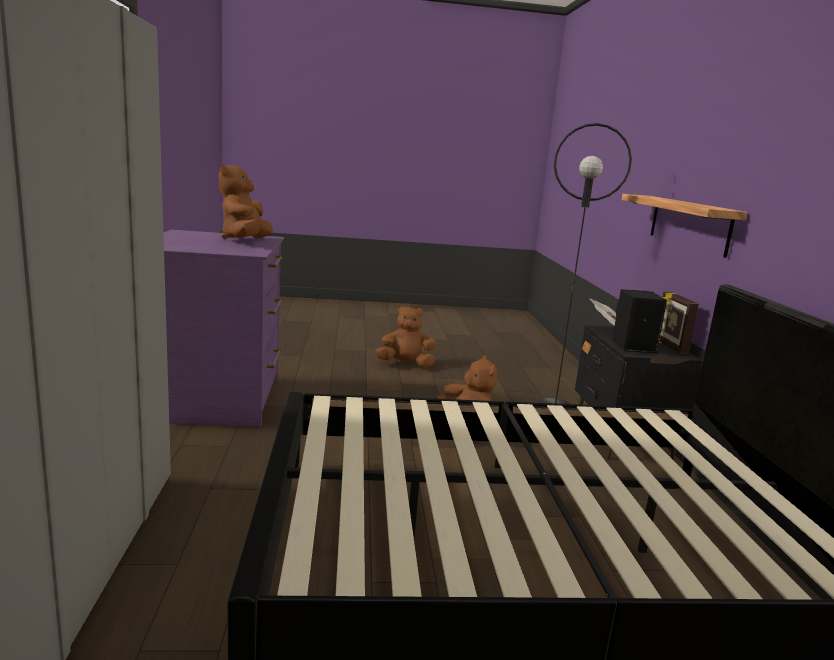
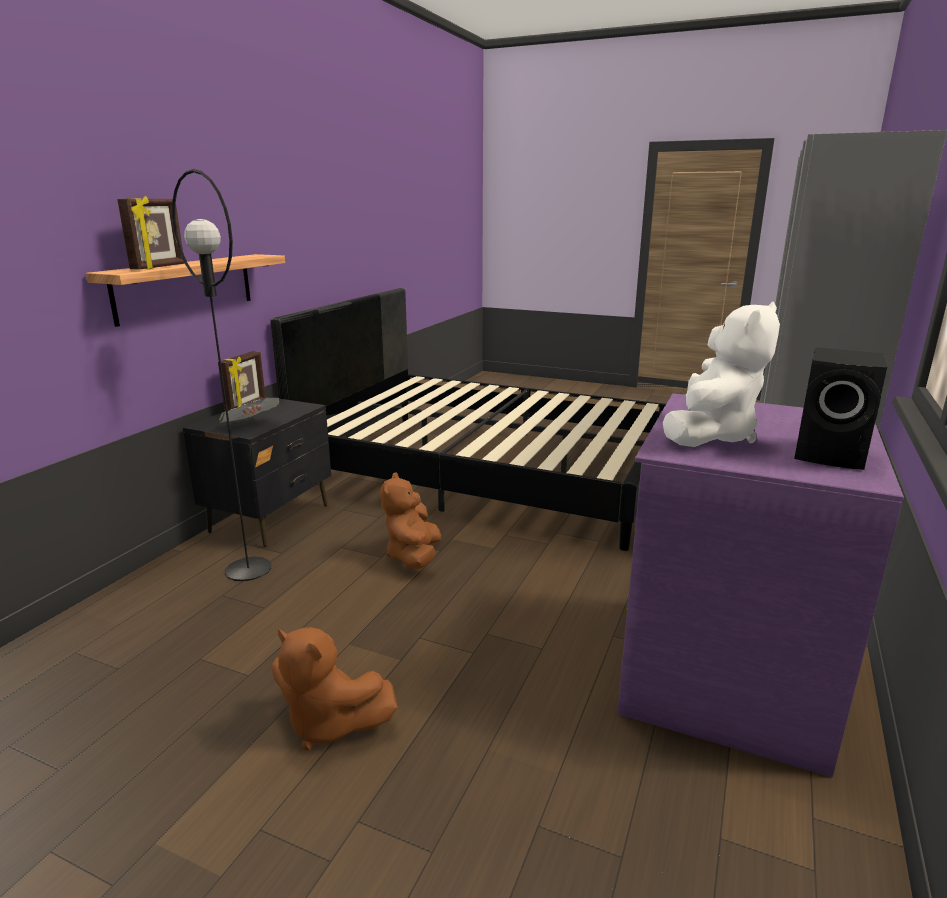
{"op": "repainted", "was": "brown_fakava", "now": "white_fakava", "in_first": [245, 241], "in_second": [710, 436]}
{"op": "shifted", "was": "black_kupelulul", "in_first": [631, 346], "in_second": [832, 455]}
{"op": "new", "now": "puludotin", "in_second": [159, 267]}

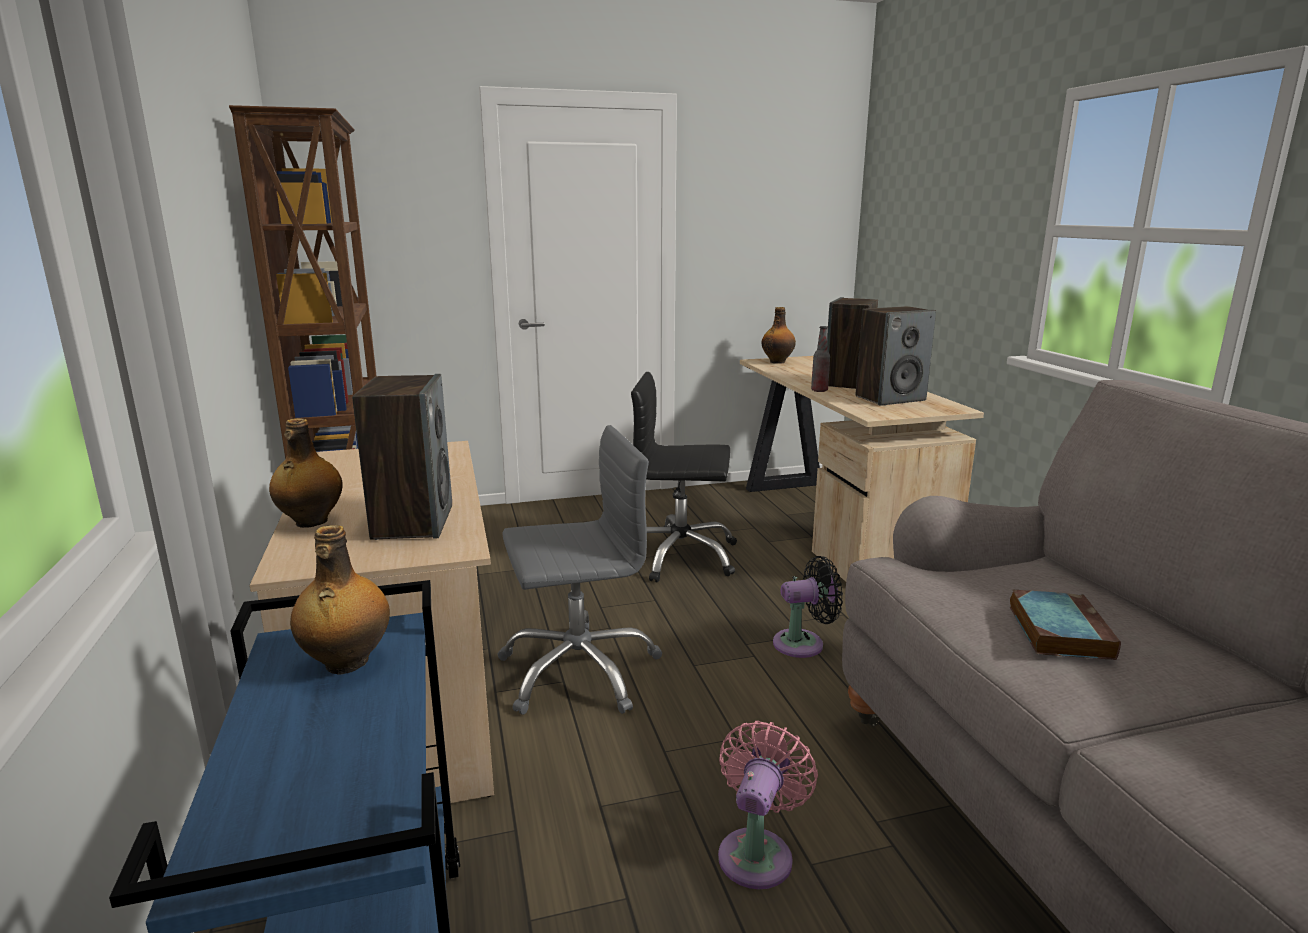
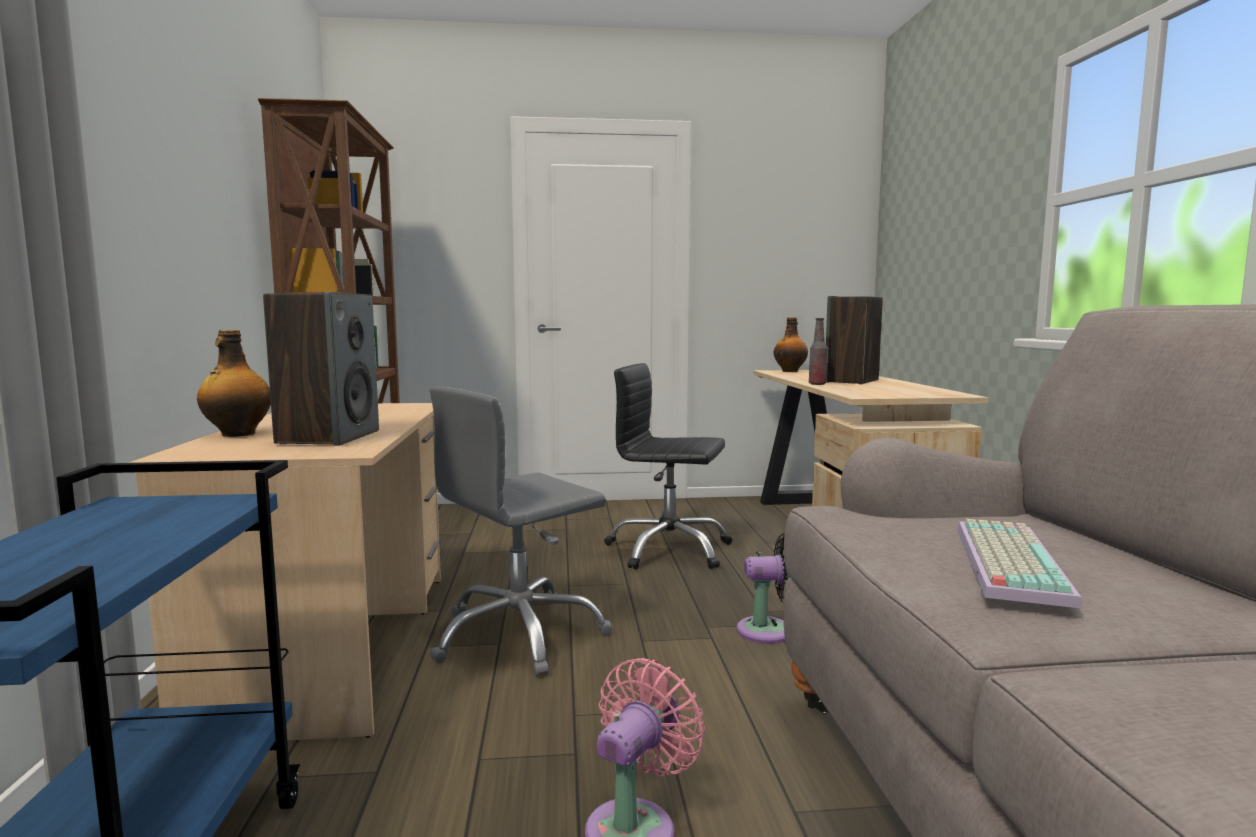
{"op": "gone", "was": "kupelulul", "in_first": [890, 398]}
{"op": "rotated", "was": "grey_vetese", "in_first": [579, 670], "in_second": [519, 635], "clockwise": 150}
{"op": "gone", "was": "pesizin", "in_first": [346, 663]}
{"op": "swapped", "was": "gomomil", "now": "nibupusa", "in_first": [1057, 630], "in_second": [1004, 561]}

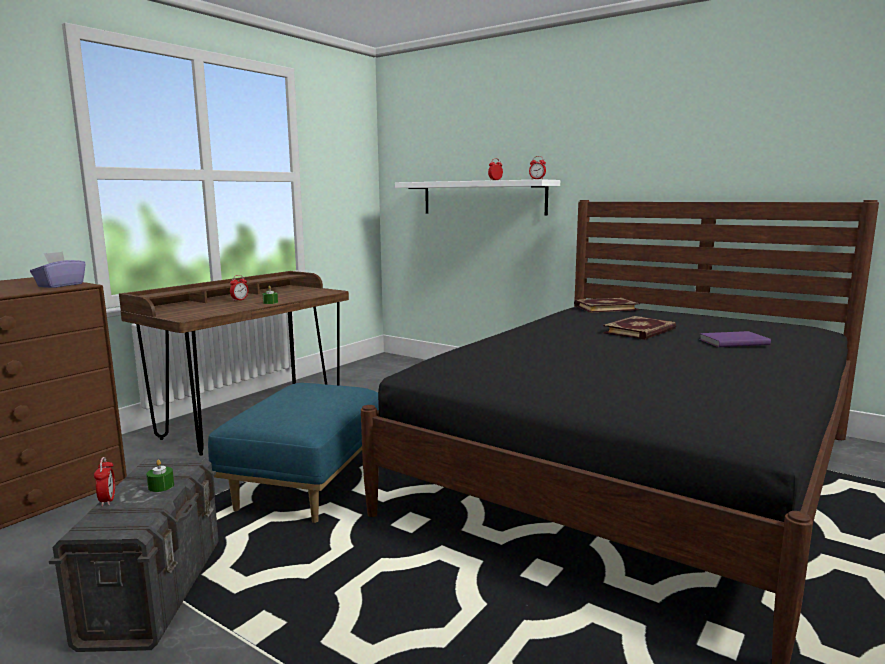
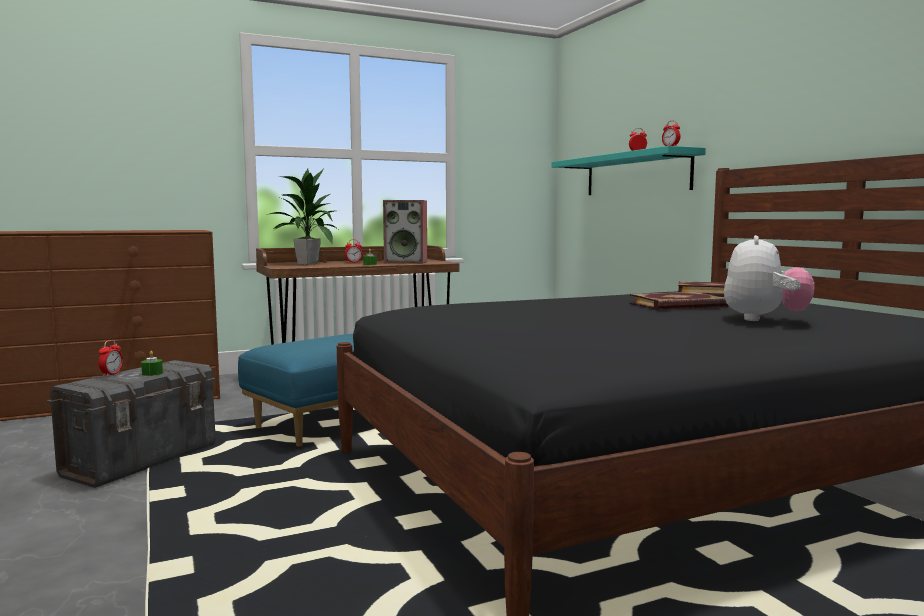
{"op": "repainted", "was": "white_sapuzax", "now": "turquoise_sapuzax", "in_first": [483, 198], "in_second": [636, 174]}
{"op": "gone", "was": "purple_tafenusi", "in_first": [60, 285]}
{"op": "swapped", "was": "purple_gomomil", "now": "fakava", "in_first": [732, 342], "in_second": [764, 319]}
{"op": "new", "now": "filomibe", "in_second": [306, 264]}
{"op": "new", "now": "kupelulul", "in_second": [406, 262]}

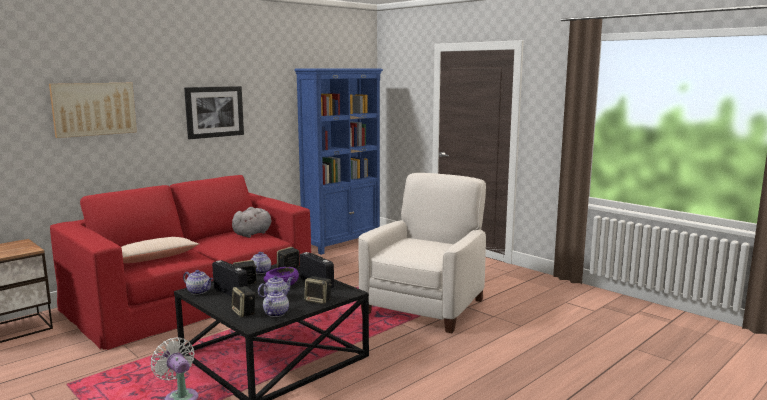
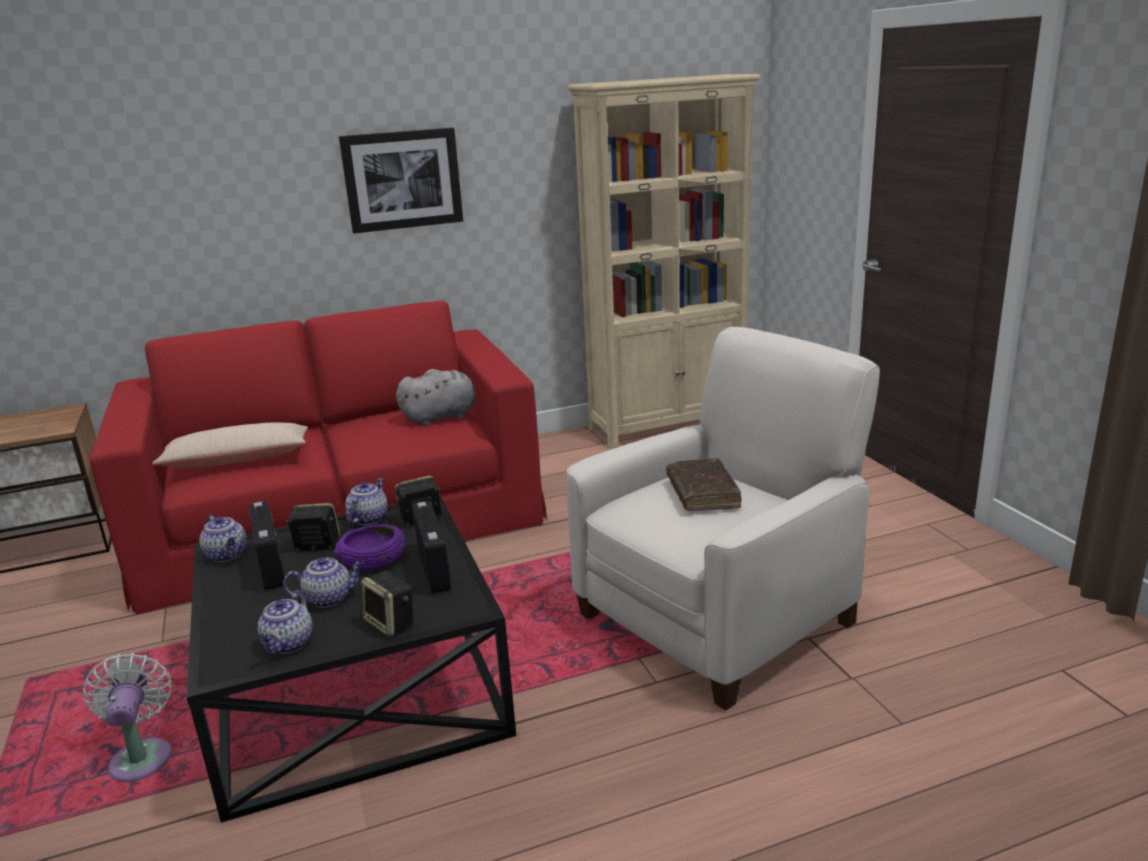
{"op": "repainted", "was": "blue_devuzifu", "now": "beige_devuzifu", "in_first": [342, 243], "in_second": [668, 425]}
{"op": "gone", "was": "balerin", "in_first": [94, 109]}
{"op": "gone", "was": "kupelulul", "in_first": [244, 312]}
{"op": "rotated", "was": "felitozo", "in_first": [276, 313], "in_second": [288, 644], "clockwise": 150}
{"op": "new", "now": "brown_gomomil", "in_second": [702, 493]}

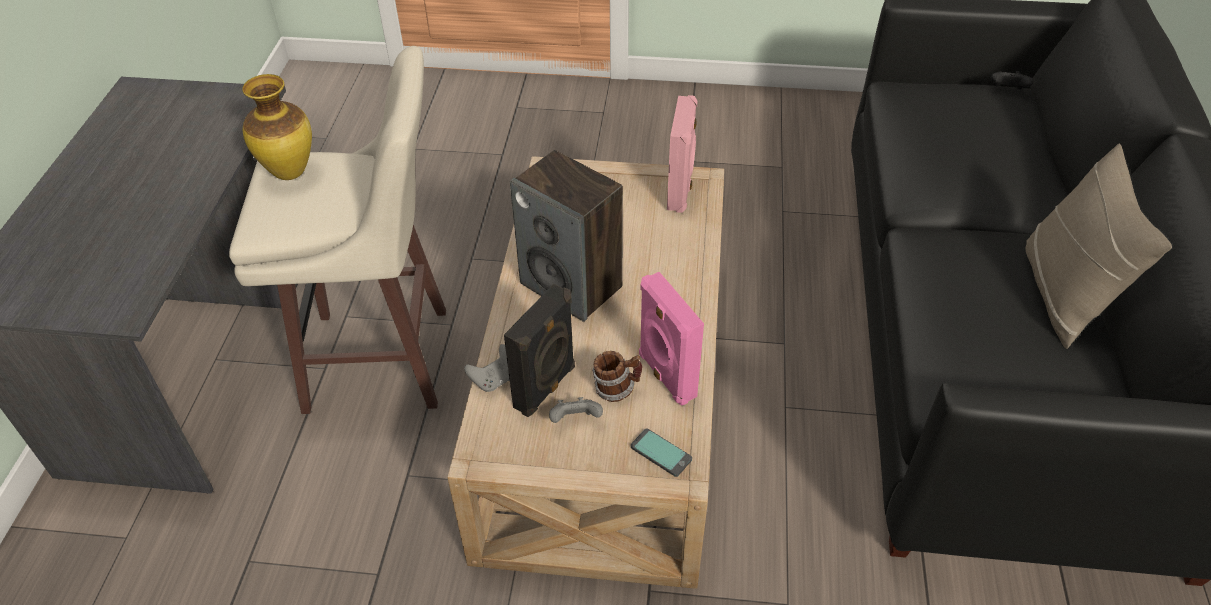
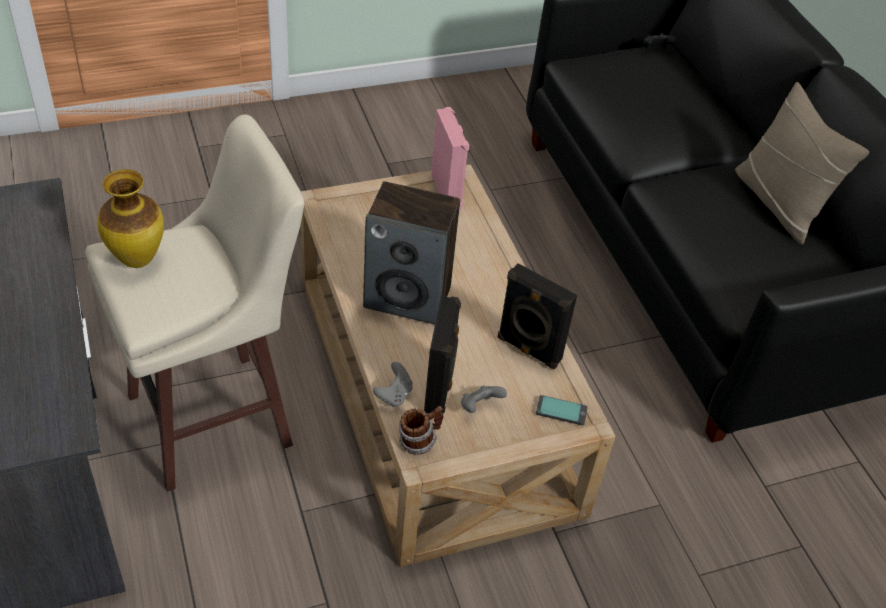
{"op": "repainted", "was": "pink_kupelulul", "now": "black_kupelulul", "in_first": [665, 376], "in_second": [528, 350]}
{"op": "shifted", "was": "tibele", "in_first": [617, 389], "in_second": [419, 441]}

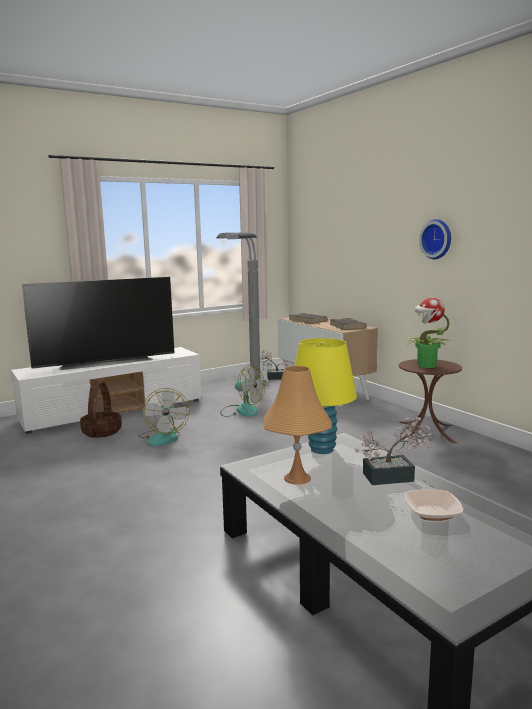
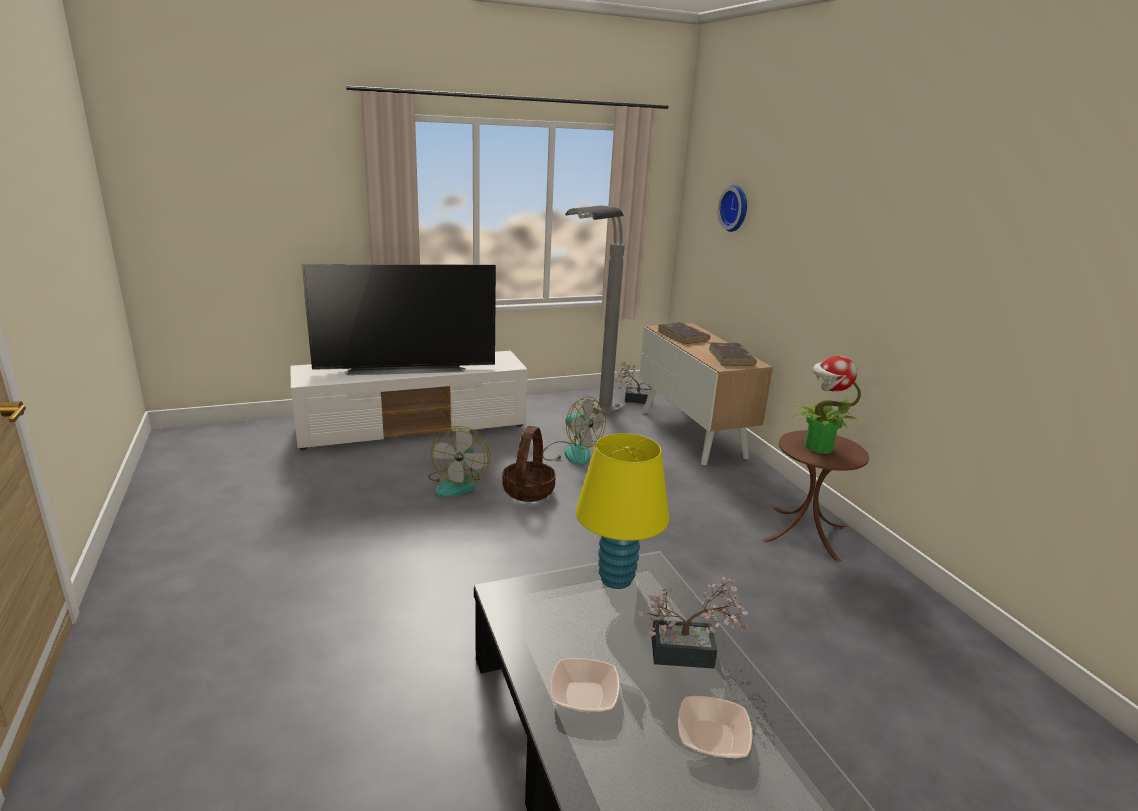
{"op": "shifted", "was": "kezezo", "in_first": [437, 239], "in_second": [736, 208]}
{"op": "gone", "was": "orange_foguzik", "in_first": [297, 478]}
{"op": "shifted", "was": "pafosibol", "in_first": [101, 431], "in_second": [528, 490]}
{"op": "new", "now": "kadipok", "in_second": [584, 695]}

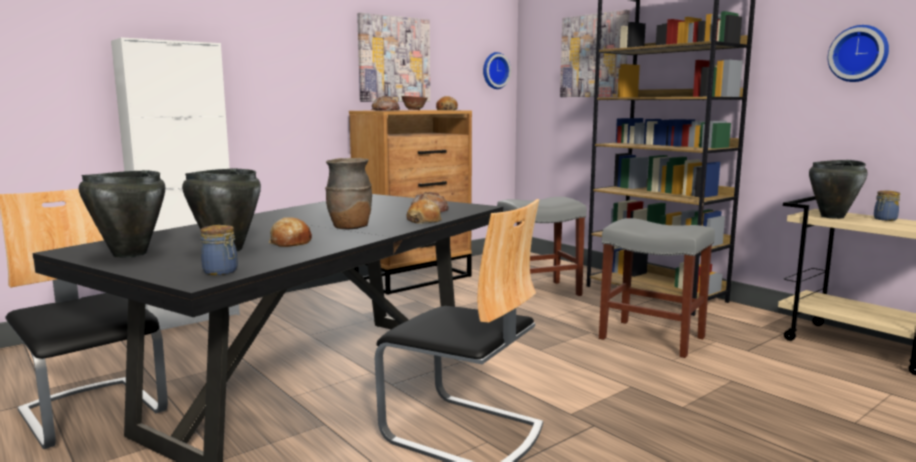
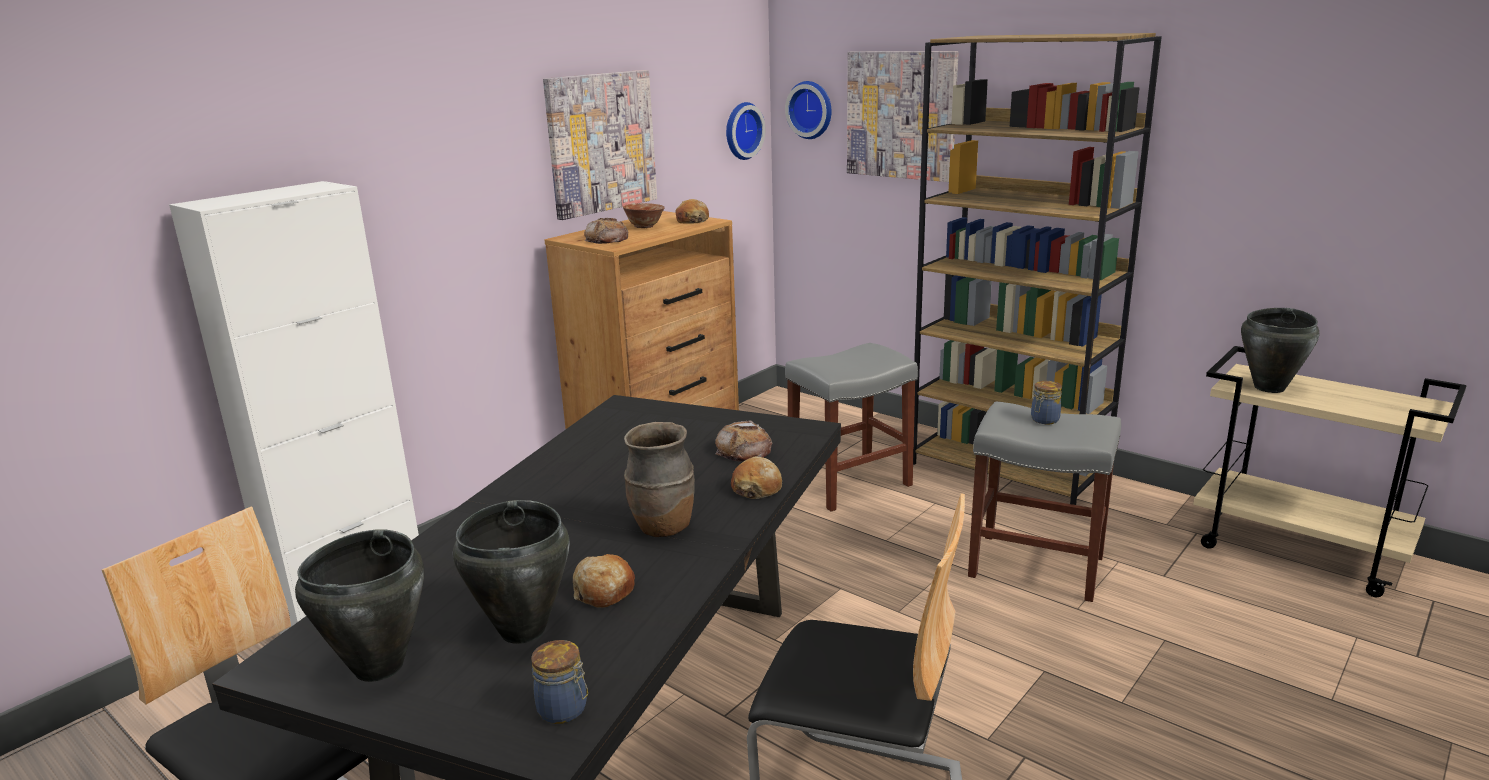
{"op": "shifted", "was": "kezezo", "in_first": [859, 53], "in_second": [811, 109]}
{"op": "shifted", "was": "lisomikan", "in_first": [884, 219], "in_second": [1044, 420]}

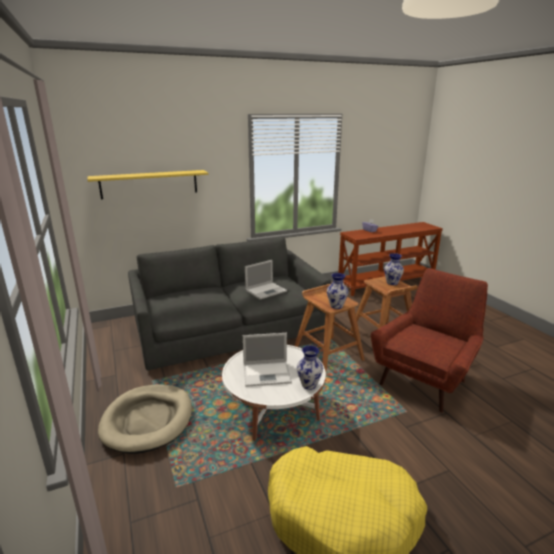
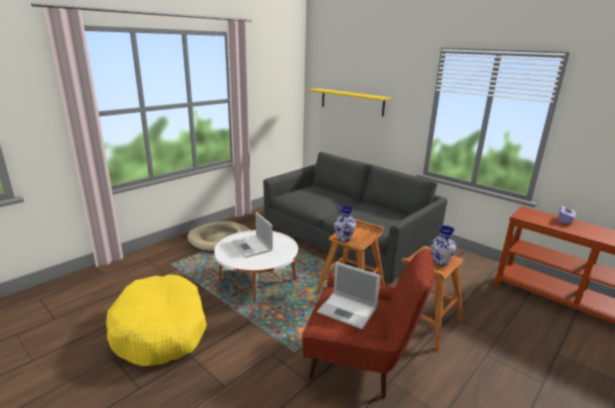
{"op": "shifted", "was": "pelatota", "in_first": [266, 290], "in_second": [348, 310]}
{"op": "gone", "was": "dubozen", "in_first": [309, 384]}

